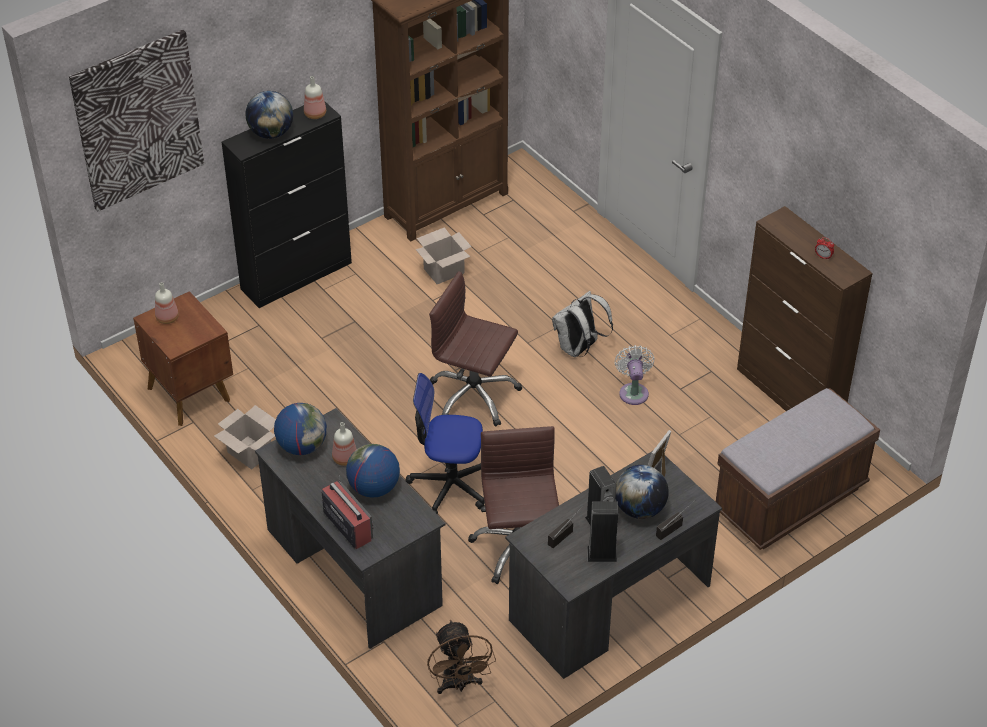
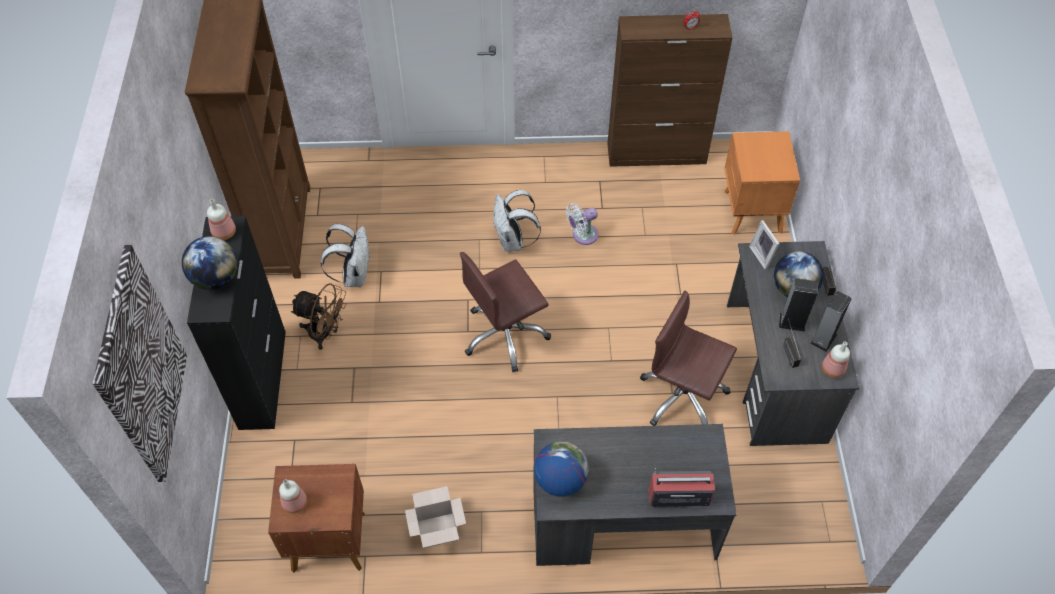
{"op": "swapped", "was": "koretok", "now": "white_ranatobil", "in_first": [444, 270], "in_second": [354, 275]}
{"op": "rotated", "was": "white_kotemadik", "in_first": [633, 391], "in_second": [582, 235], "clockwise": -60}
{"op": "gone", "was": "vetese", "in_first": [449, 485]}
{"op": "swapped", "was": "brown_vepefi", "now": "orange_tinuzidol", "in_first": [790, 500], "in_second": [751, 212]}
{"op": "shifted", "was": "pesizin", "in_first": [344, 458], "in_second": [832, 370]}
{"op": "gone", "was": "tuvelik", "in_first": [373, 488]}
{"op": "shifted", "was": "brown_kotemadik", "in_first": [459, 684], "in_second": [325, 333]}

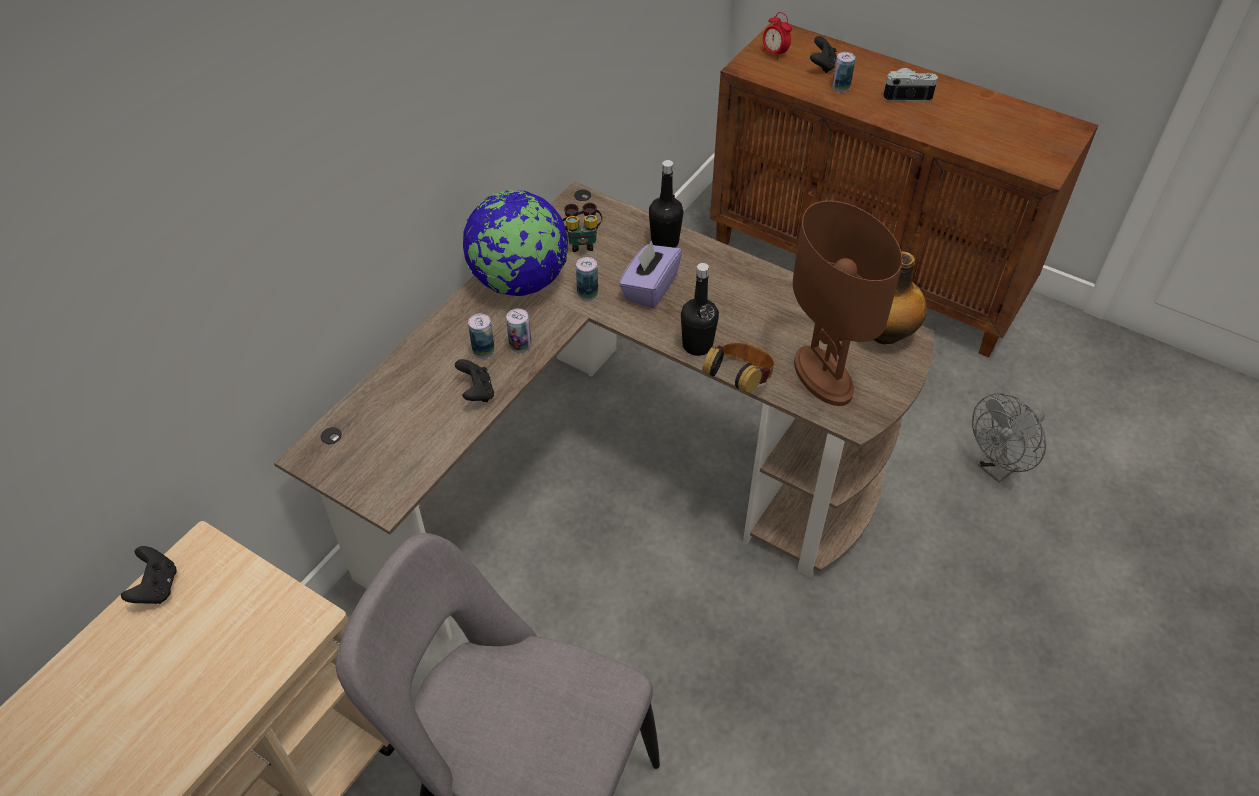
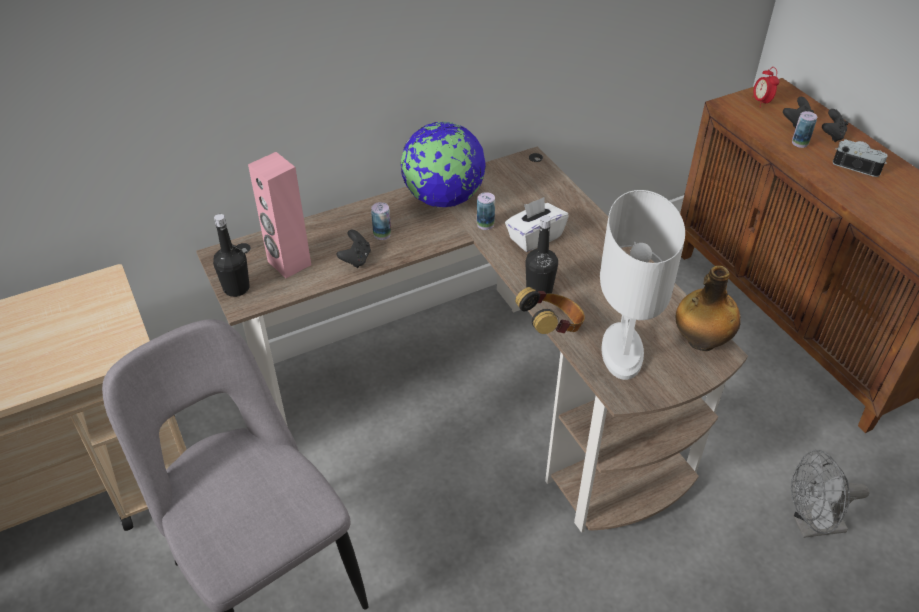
{"op": "shifted", "was": "black_pesizin", "in_first": [665, 242], "in_second": [236, 288]}
{"op": "repainted", "was": "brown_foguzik", "now": "white_foguzik", "in_first": [824, 377], "in_second": [623, 352]}
{"op": "gone", "was": "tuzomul", "in_first": [582, 242]}
{"op": "repainted", "was": "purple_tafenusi", "now": "white_tafenusi", "in_first": [649, 288], "in_second": [534, 237]}
{"op": "gone", "was": "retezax", "in_first": [520, 346]}
{"op": "shifted", "was": "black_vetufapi", "in_first": [157, 587], "in_second": [831, 135]}
{"op": "new", "now": "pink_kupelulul", "in_second": [289, 263]}

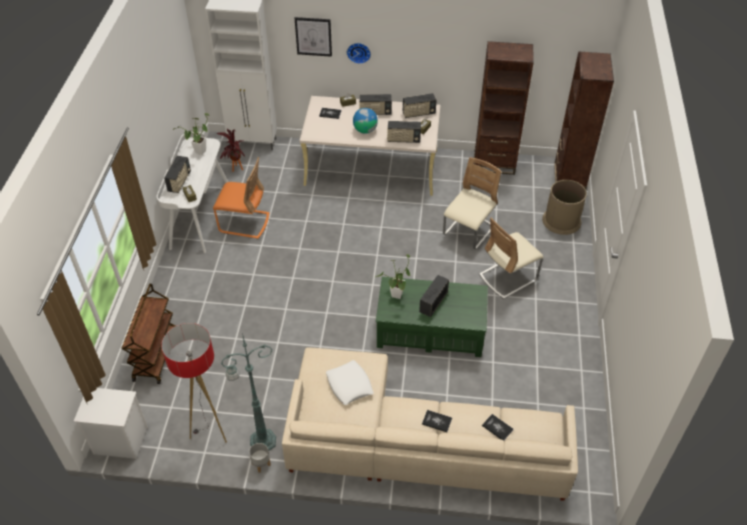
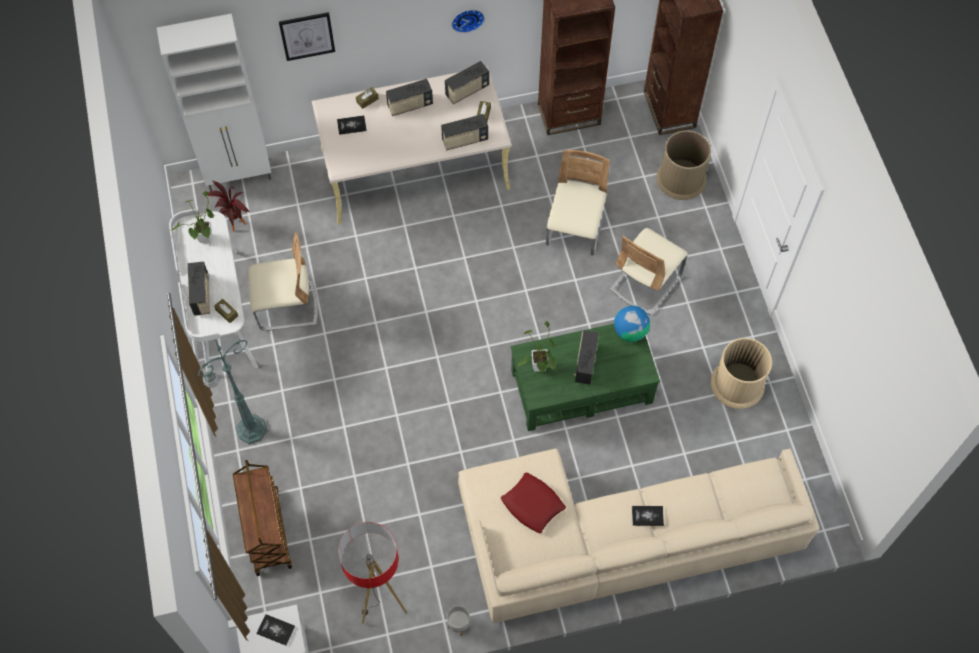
{"op": "shifted", "was": "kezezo", "in_first": [359, 52], "in_second": [467, 19]}
{"op": "shifted", "was": "tuvelik", "in_first": [365, 130], "in_second": [630, 331]}
{"op": "repainted", "was": "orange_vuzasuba", "now": "beige_vuzasuba", "in_first": [244, 223], "in_second": [286, 306]}
{"op": "shifted", "was": "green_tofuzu", "in_first": [261, 441], "in_second": [250, 430]}
{"op": "repainted", "was": "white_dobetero", "now": "red_dobetero", "in_first": [349, 385], "in_second": [533, 505]}
{"op": "shifted", "was": "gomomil", "in_first": [497, 428], "in_second": [276, 630]}
{"op": "new", "now": "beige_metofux", "in_second": [737, 384]}

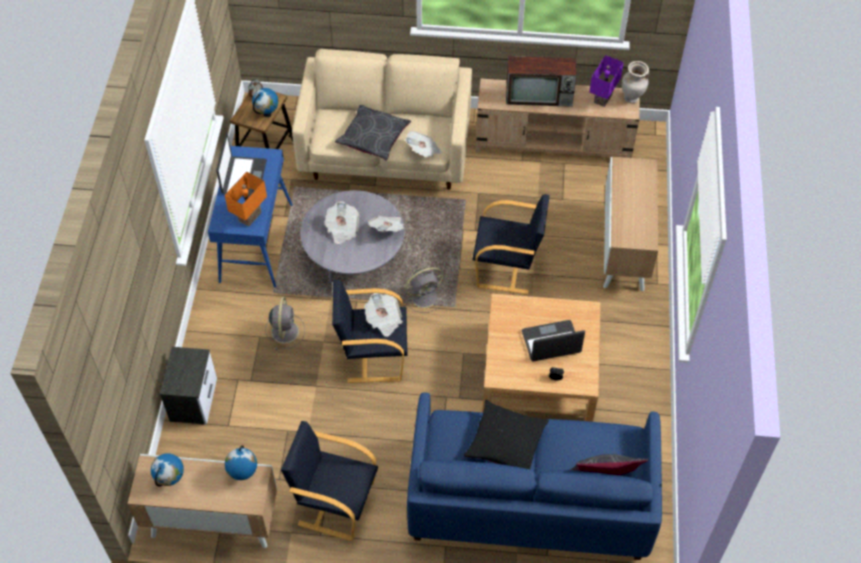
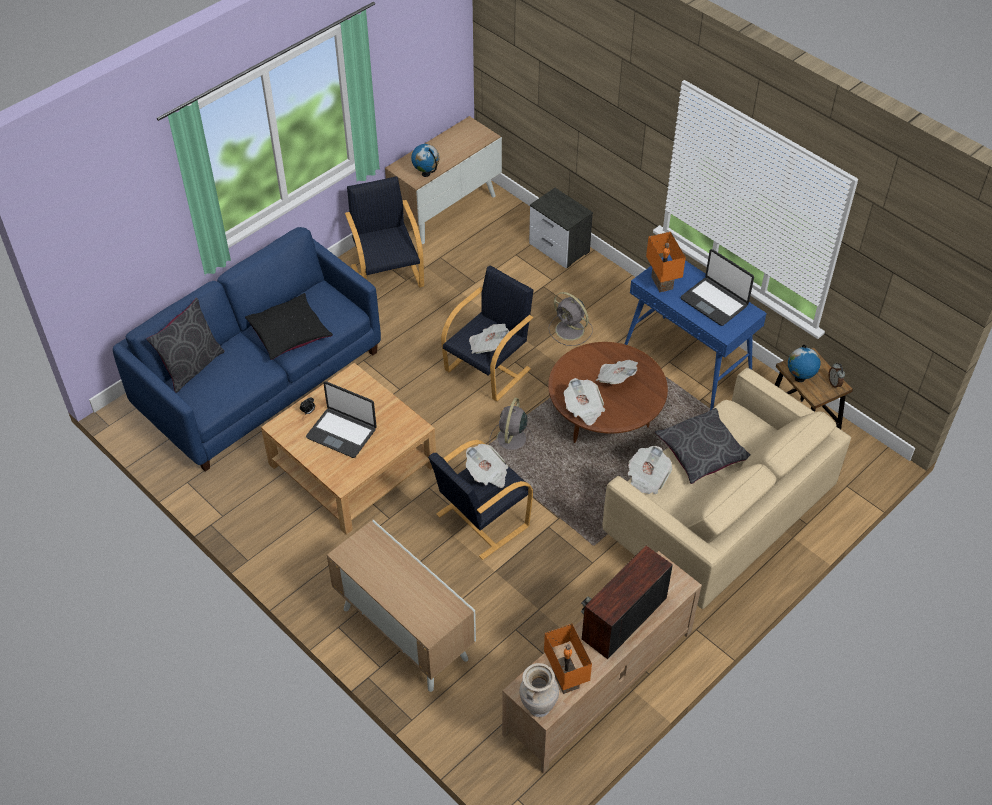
{"op": "repainted", "was": "purple_foguzik", "now": "orange_foguzik", "in_first": [602, 98], "in_second": [567, 679]}
{"op": "repainted", "was": "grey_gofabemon", "now": "brown_gofabemon", "in_first": [354, 257], "in_second": [604, 418]}
{"op": "rotated", "was": "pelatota", "in_first": [551, 342], "in_second": [342, 433], "clockwise": 90}
{"op": "rotated", "was": "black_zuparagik", "in_first": [335, 502], "in_second": [387, 275], "clockwise": -75}
{"op": "gone", "was": "tuvelik", "in_first": [171, 480]}
{"op": "new", "now": "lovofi", "in_second": [487, 474]}

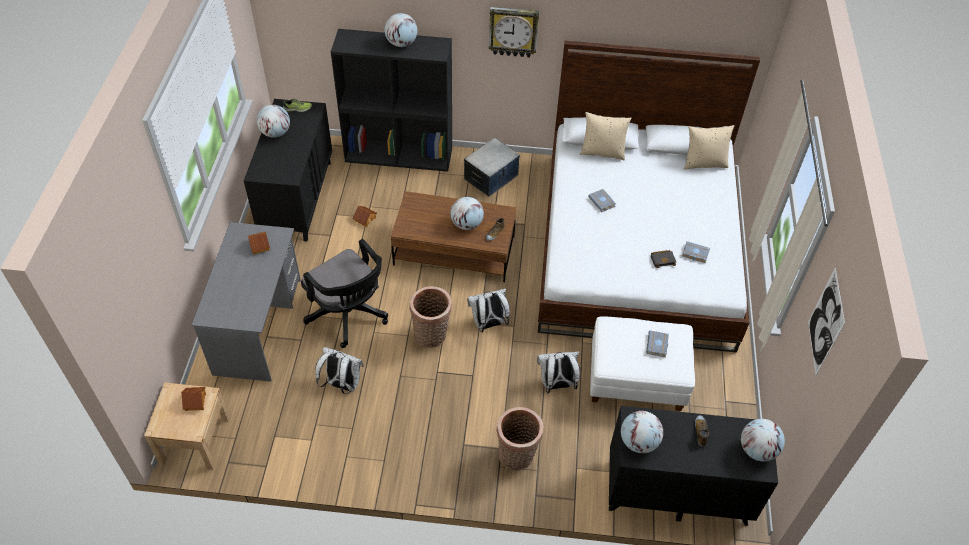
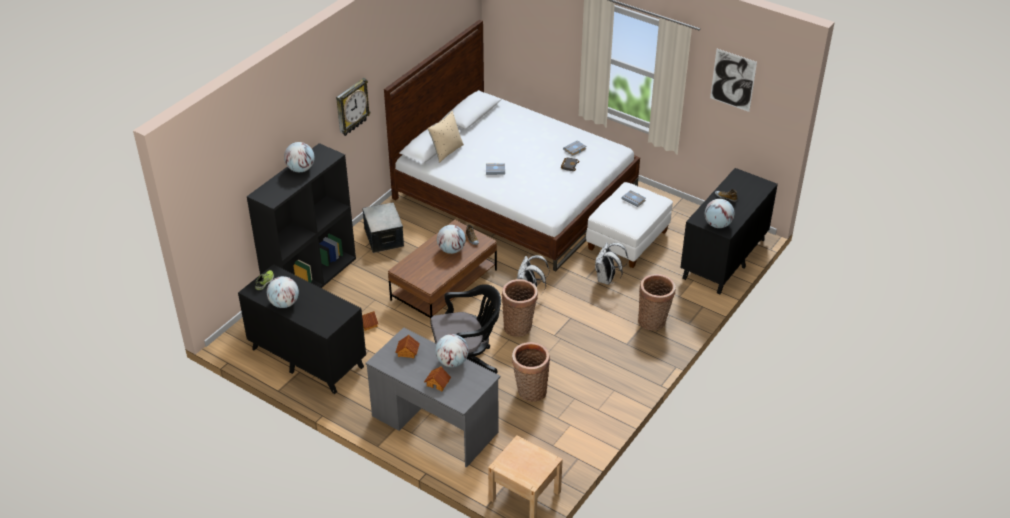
{"op": "gone", "was": "beige_dobetero", "in_first": [704, 163]}
{"op": "swapped", "was": "white_ranatobil", "now": "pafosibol", "in_first": [342, 384], "in_second": [530, 391]}
{"op": "shifted", "was": "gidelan", "in_first": [196, 401], "in_second": [438, 383]}
{"op": "shifted", "was": "tuvelik", "in_first": [757, 450], "in_second": [452, 362]}

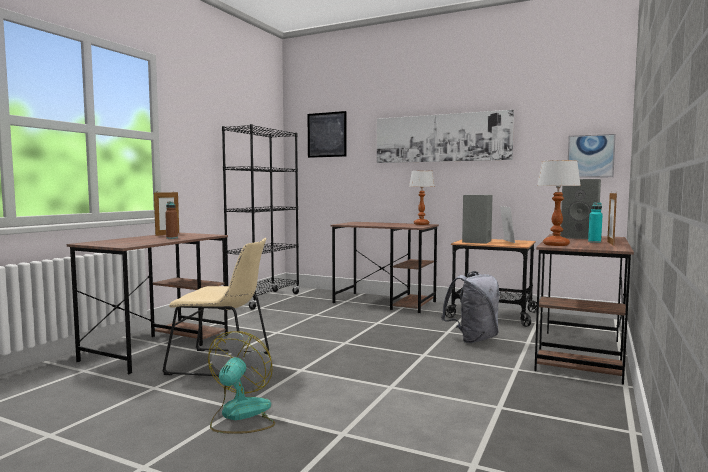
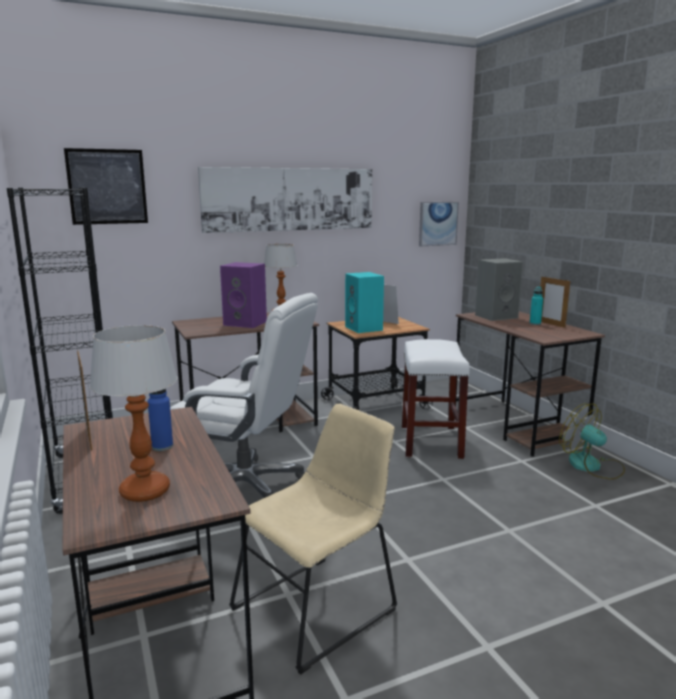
{"op": "shifted", "was": "foguzik", "in_first": [556, 245], "in_second": [146, 491]}
{"op": "repainted", "was": "grey_kupelulul", "now": "turquoise_kupelulul", "in_first": [477, 241], "in_second": [364, 328]}
{"op": "repainted", "was": "brown_pesizin", "now": "blue_pesizin", "in_first": [172, 238], "in_second": [162, 446]}
{"op": "swapped", "was": "grey_ranatobil", "now": "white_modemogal", "in_first": [473, 339], "in_second": [430, 441]}
{"op": "shifted", "was": "kotemadik", "in_first": [240, 415], "in_second": [592, 466]}
{"op": "new", "now": "purple_kupelulul", "in_second": [246, 323]}
{"op": "new", "now": "white_vetese", "in_second": [246, 487]}

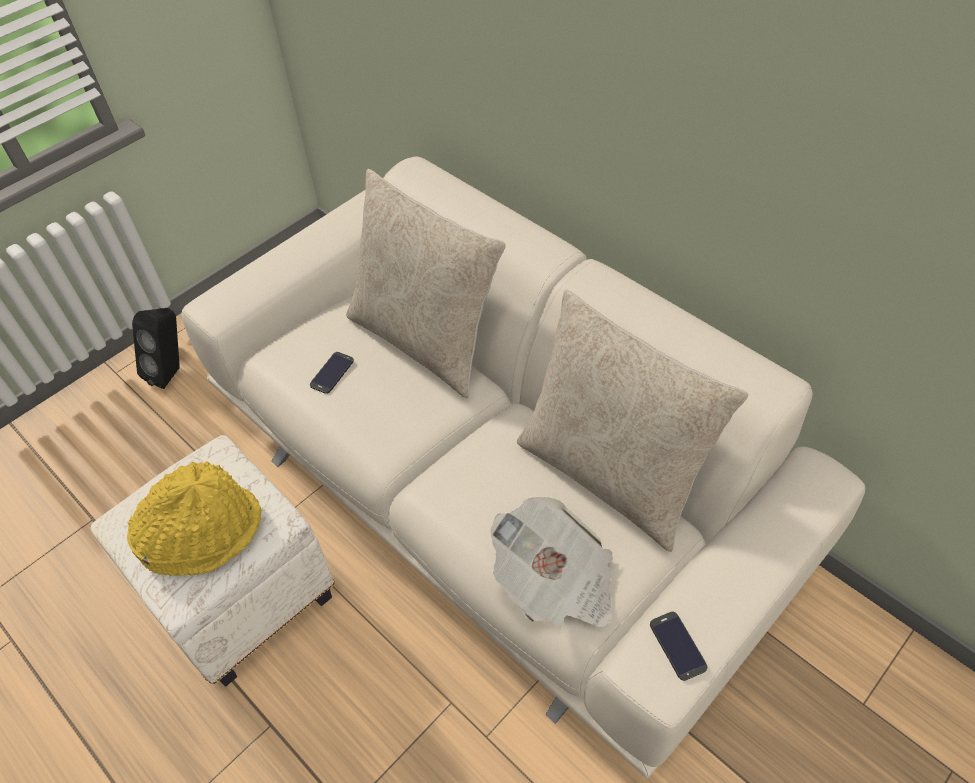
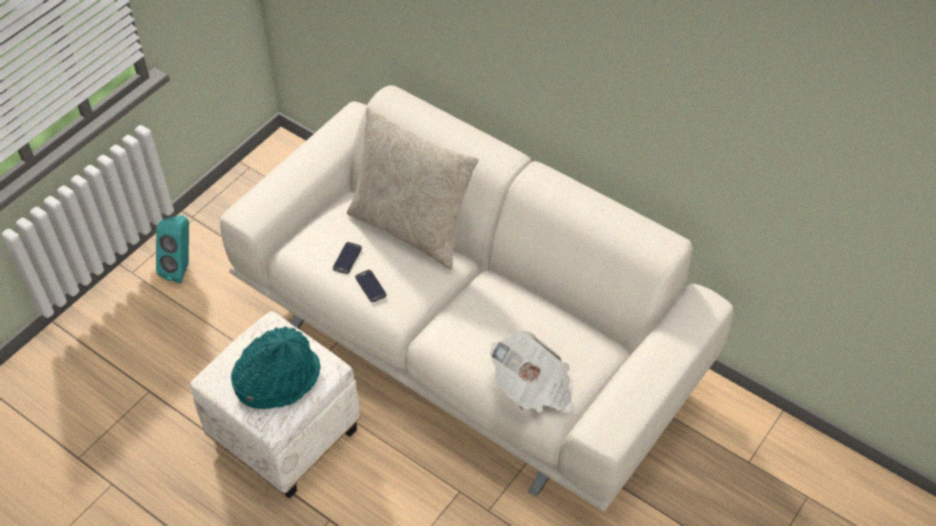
{"op": "gone", "was": "beige_dobetero", "in_first": [611, 473]}
{"op": "repainted", "was": "black_kupelulul", "now": "turquoise_kupelulul", "in_first": [172, 371], "in_second": [182, 268]}
{"op": "repainted", "was": "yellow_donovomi", "now": "turquoise_donovomi", "in_first": [202, 531], "in_second": [277, 378]}
{"op": "shifted", "was": "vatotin", "in_first": [677, 645], "in_second": [370, 286]}

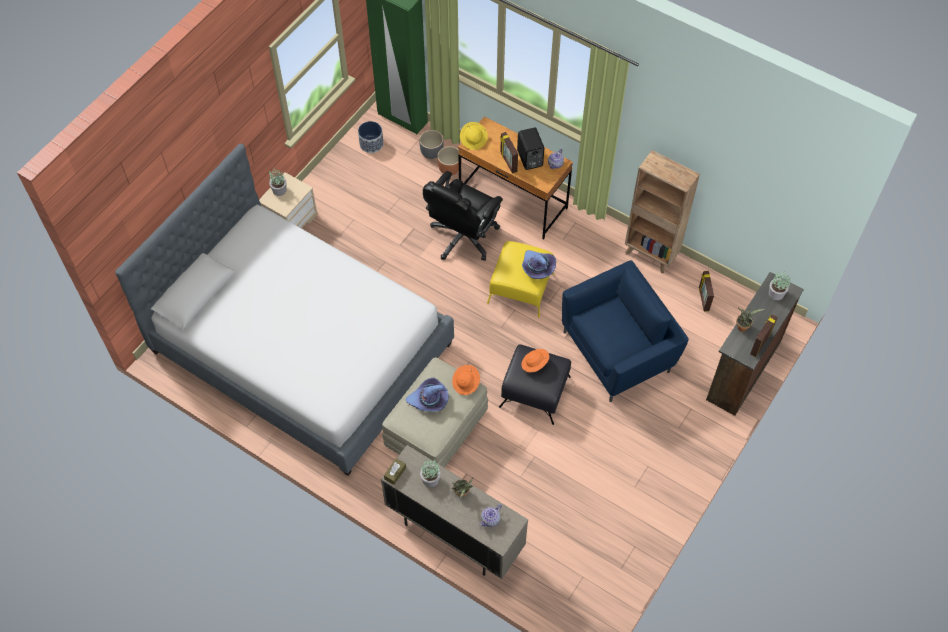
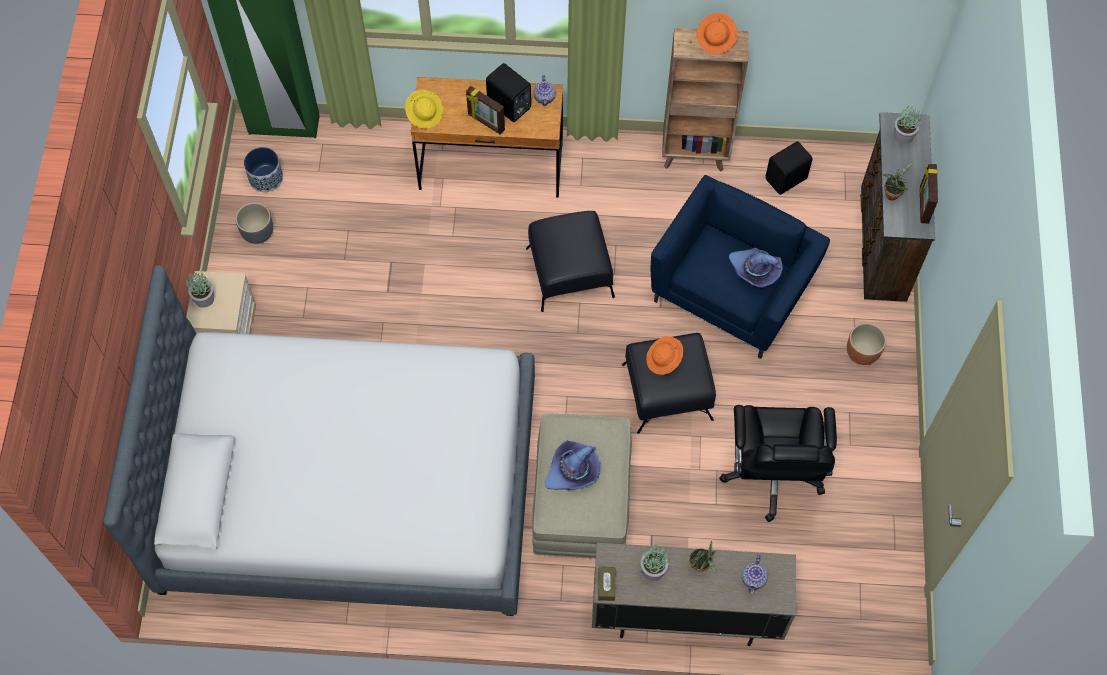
{"op": "shifted", "was": "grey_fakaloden", "in_first": [432, 152], "in_second": [257, 232]}
{"op": "shifted", "was": "brown_fakaloden", "in_first": [450, 168], "in_second": [862, 352]}
{"op": "shifted", "was": "black_vetese", "in_first": [463, 237], "in_second": [772, 474]}
{"op": "repainted", "was": "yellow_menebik", "now": "black_menebik", "in_first": [521, 288], "in_second": [570, 271]}
{"op": "shifted", "was": "purple_donovomi", "in_first": [537, 267], "in_second": [756, 270]}
{"op": "swapped", "was": "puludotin", "now": "black_kupelulul", "in_first": [703, 299], "in_second": [787, 179]}
{"op": "shifted", "was": "orange_donovomi", "in_first": [466, 383], "in_second": [716, 40]}

